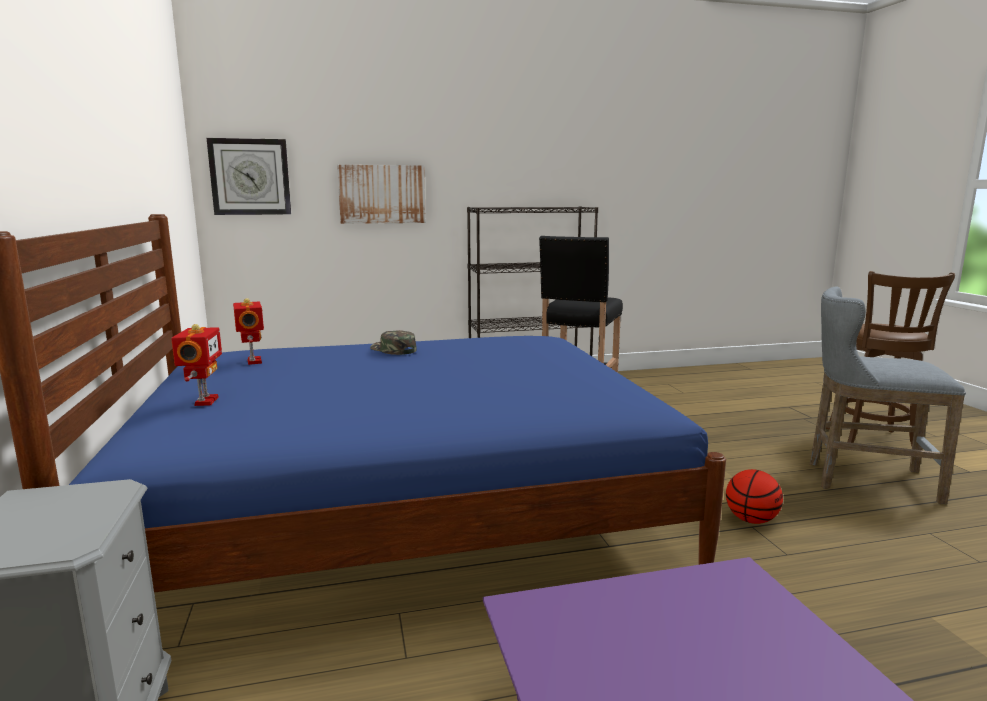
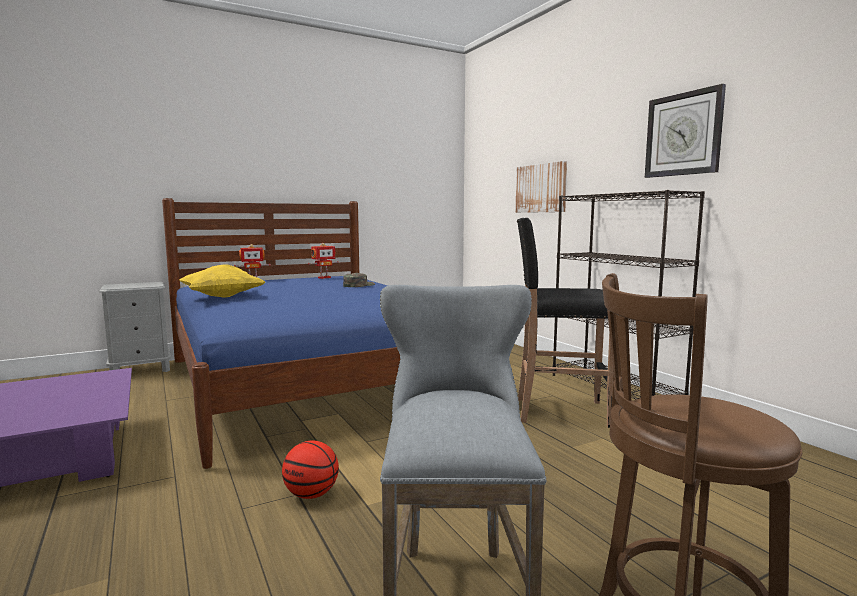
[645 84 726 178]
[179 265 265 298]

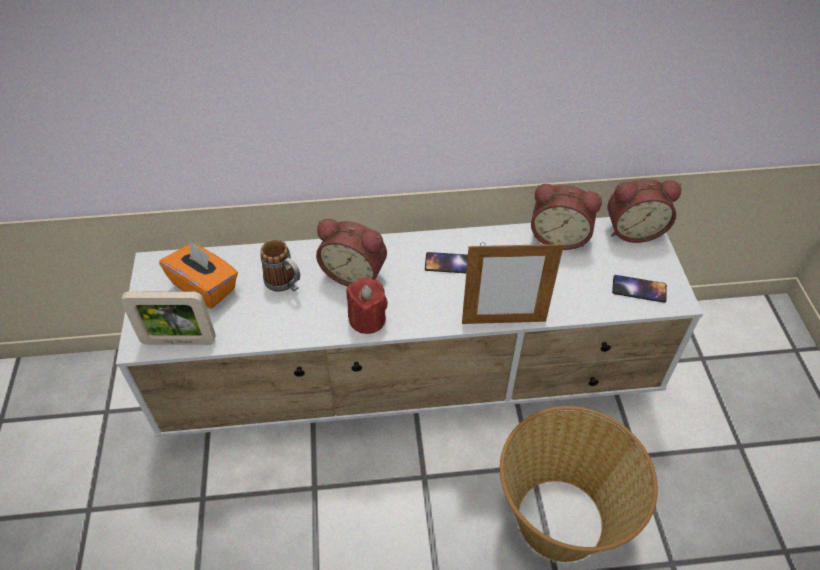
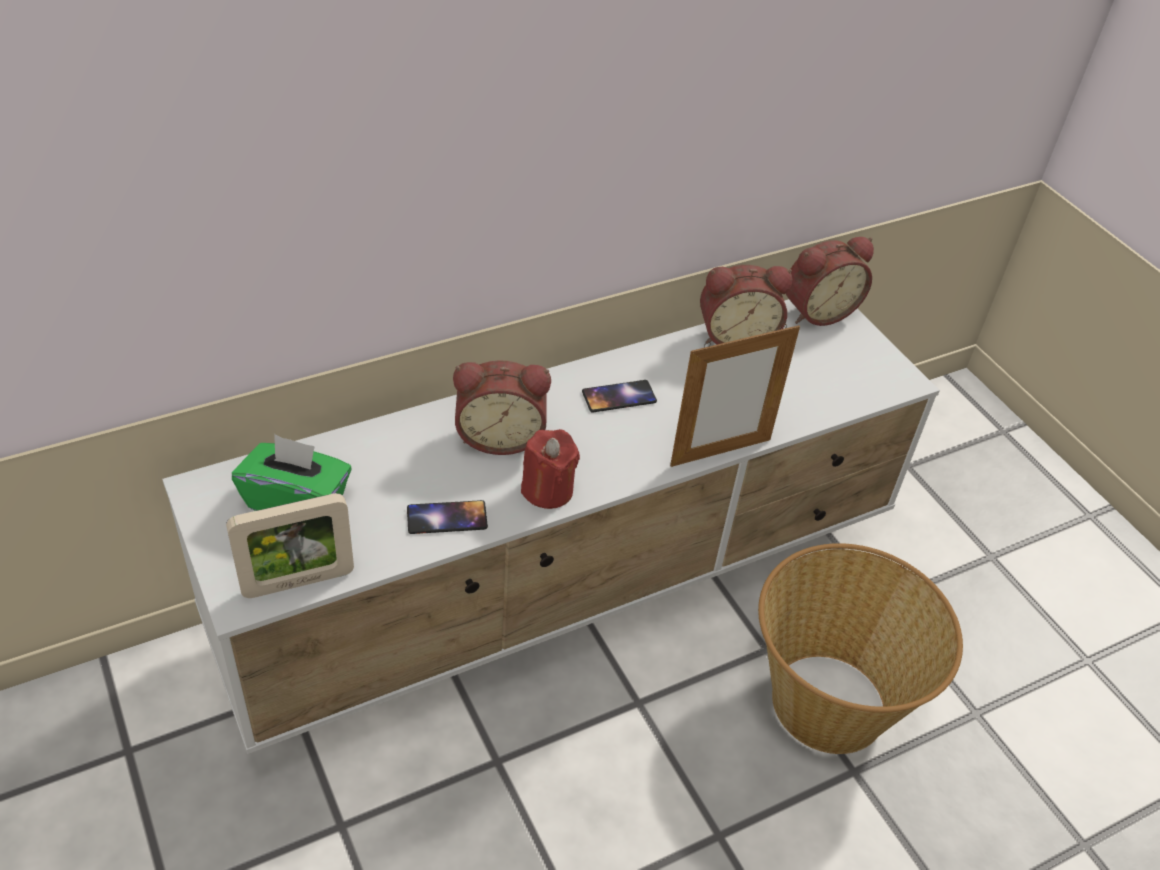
[260 239 300 292] (first image)
[232 434 352 511]
[407 500 488 534]

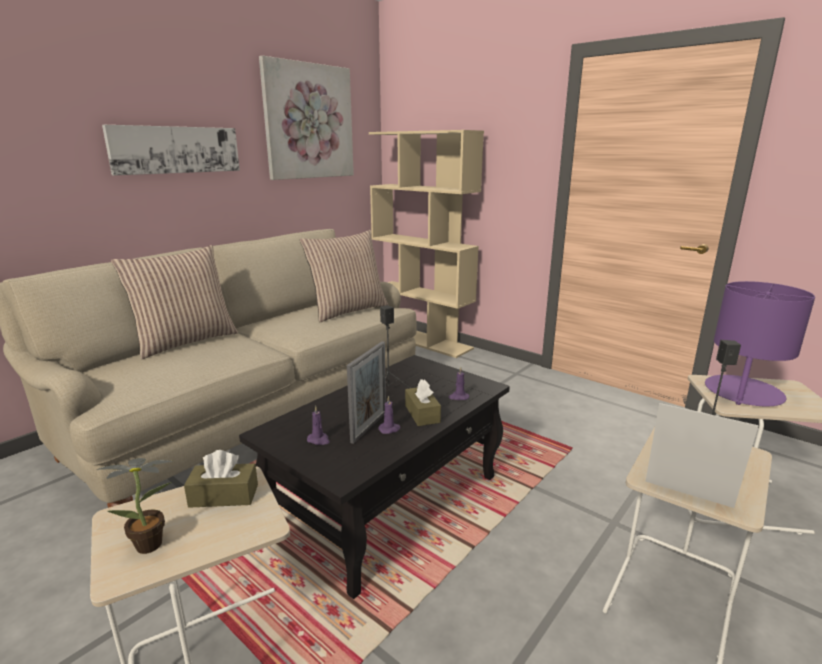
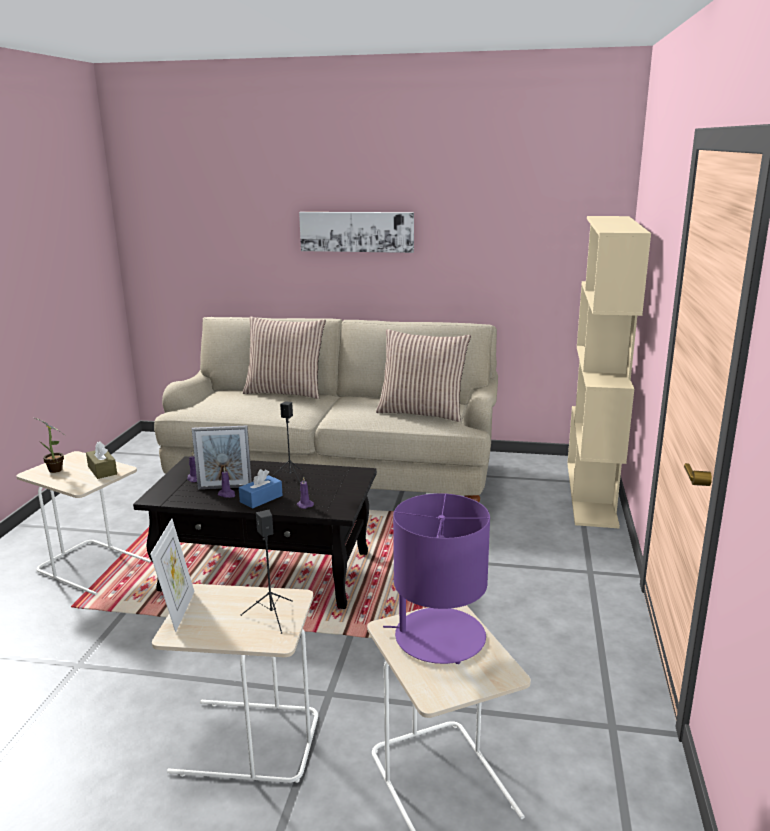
[259 55 354 180] (first image)
[239 469 283 509]

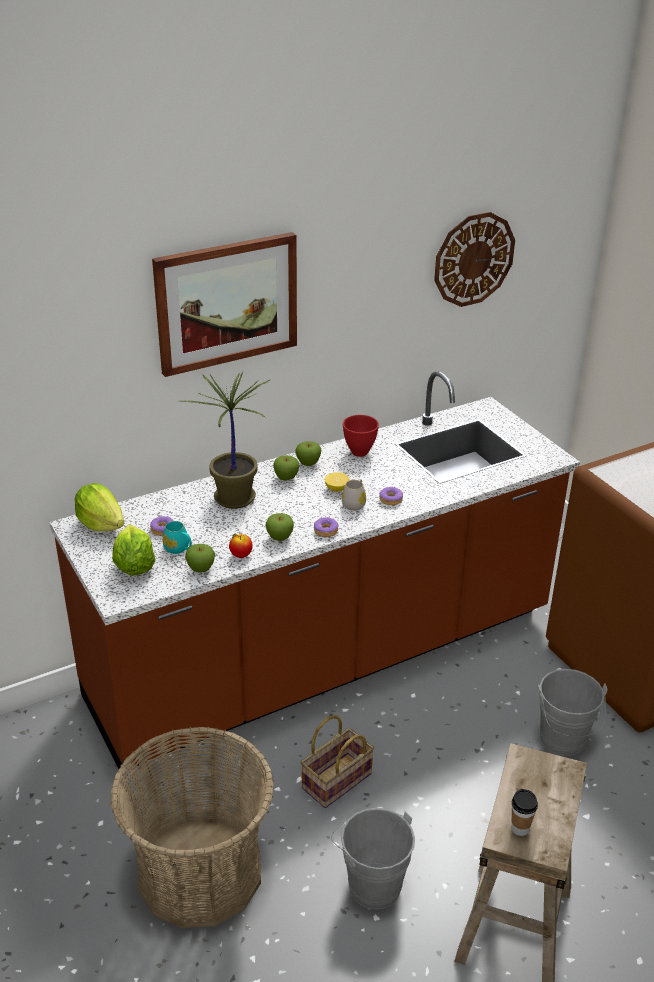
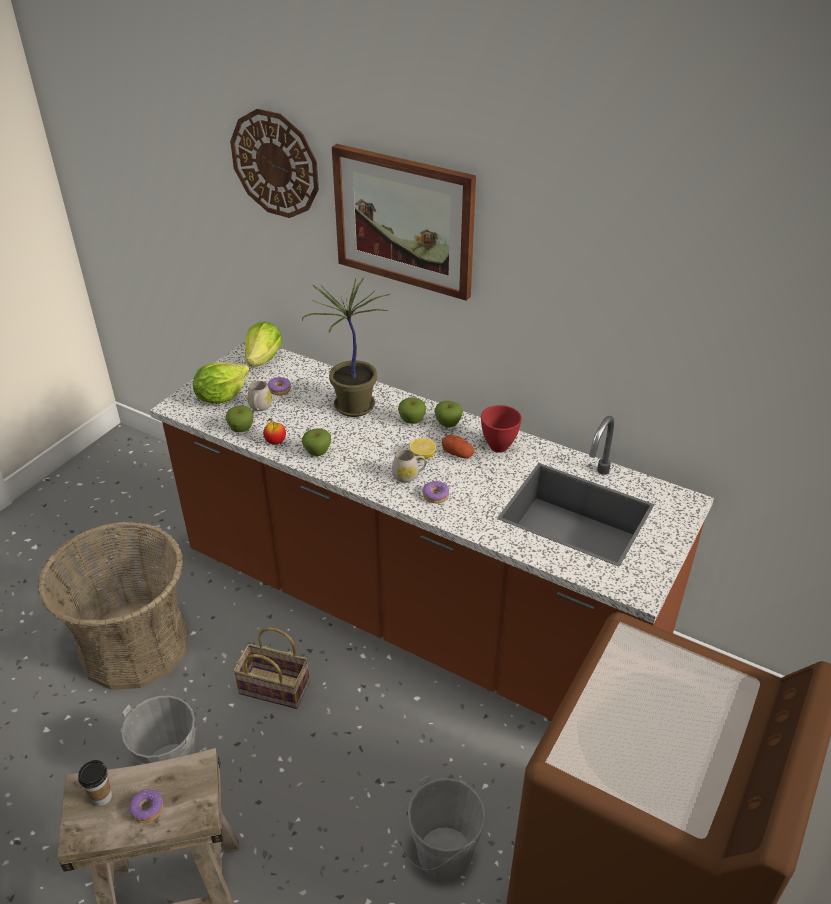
[230 109 319 218]
[129 789 163 823]
[248 381 272 411]
[442 435 475 458]

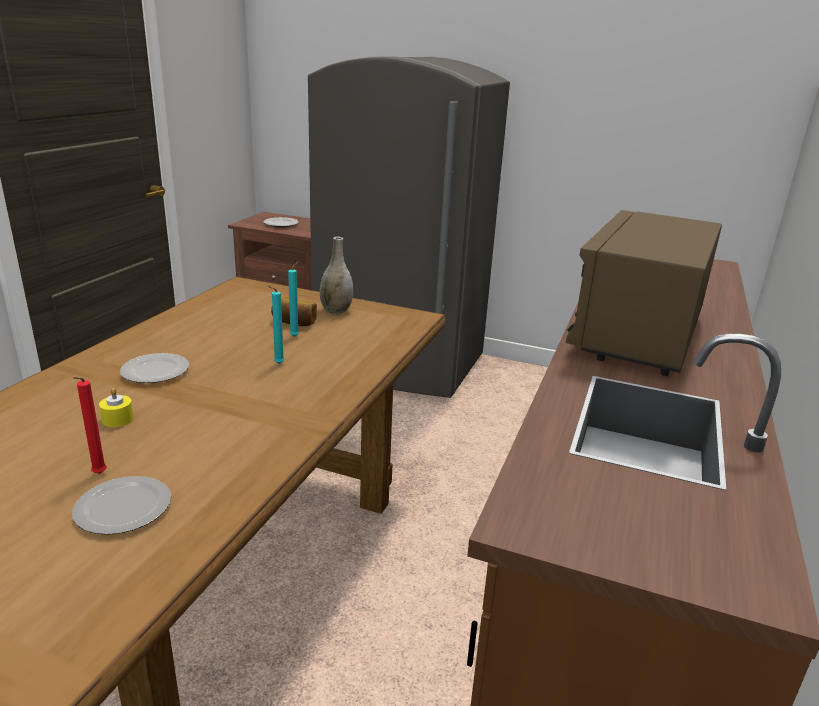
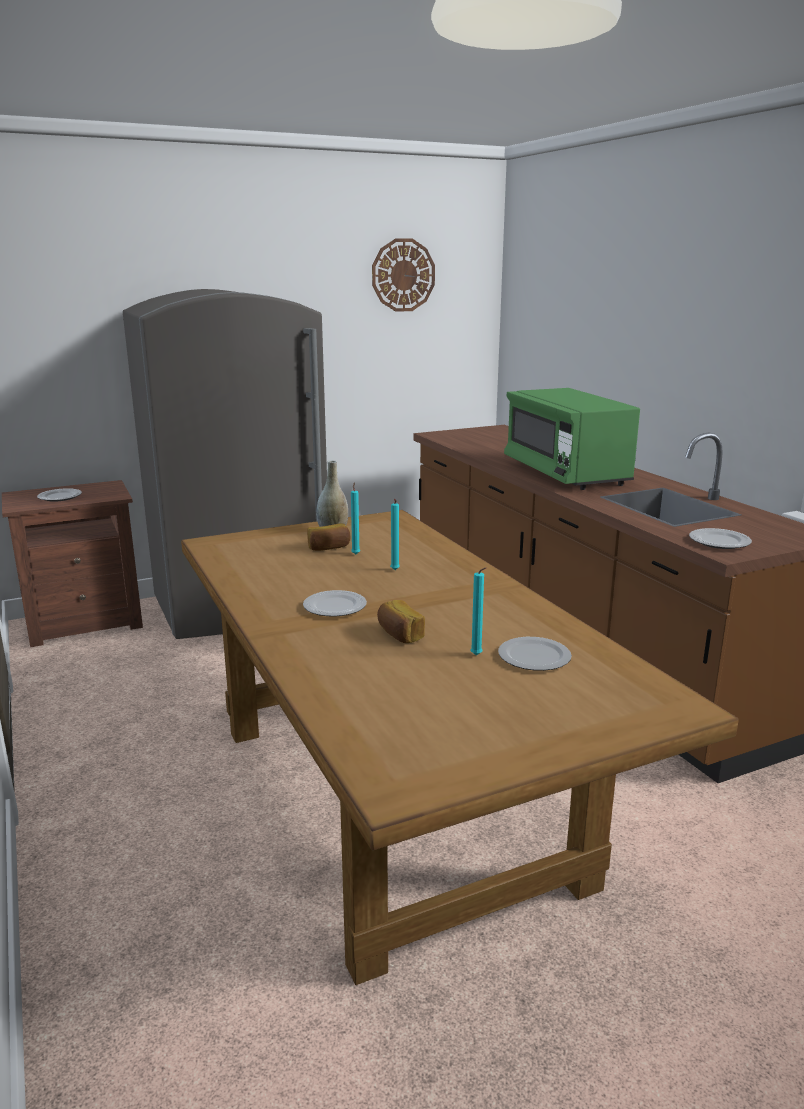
[504 388 640 490]
[470 567 486 655]
[377 600 425 643]
[372 238 435 312]
[689 528 752 549]

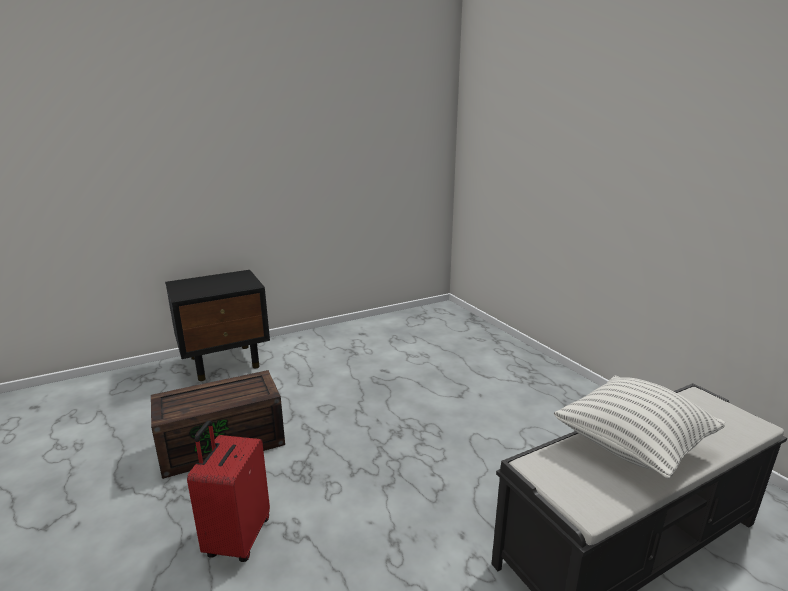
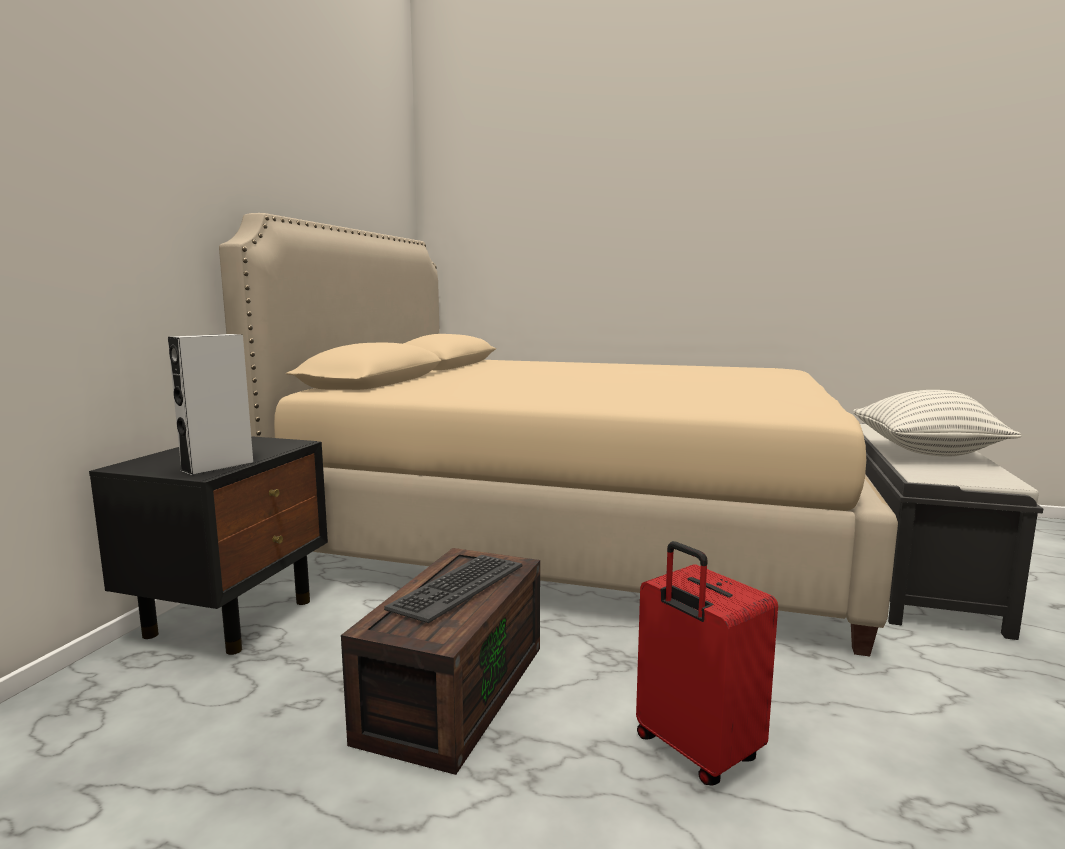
[219 213 898 657]
[168 334 253 476]
[384 555 522 623]

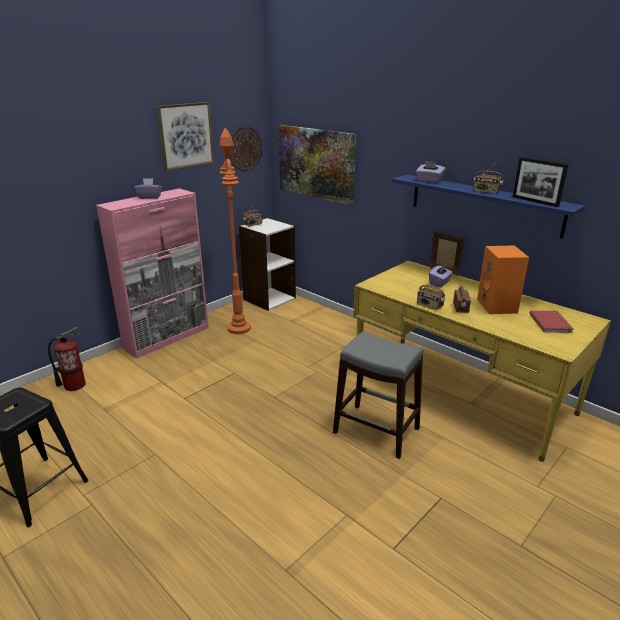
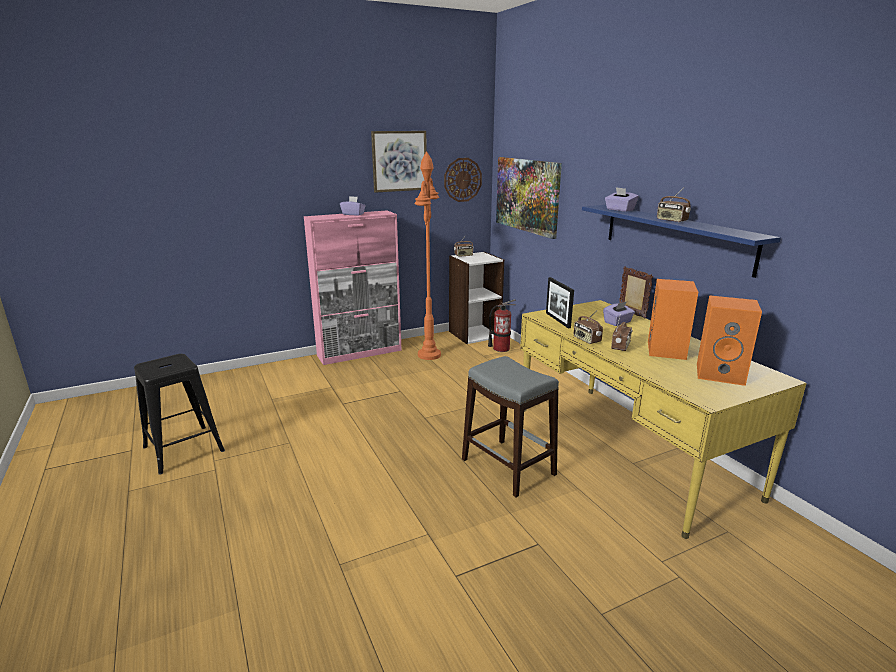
[546 277 574 328]
[697 295 762 386]
[488 299 516 352]

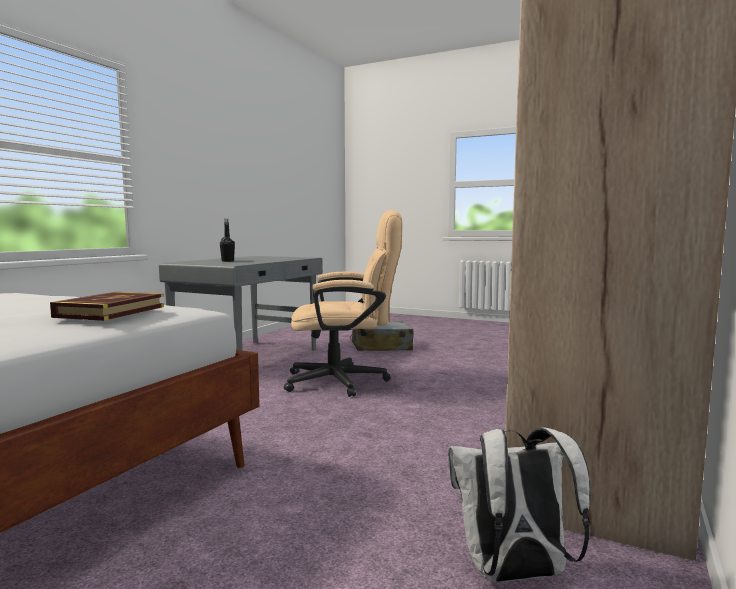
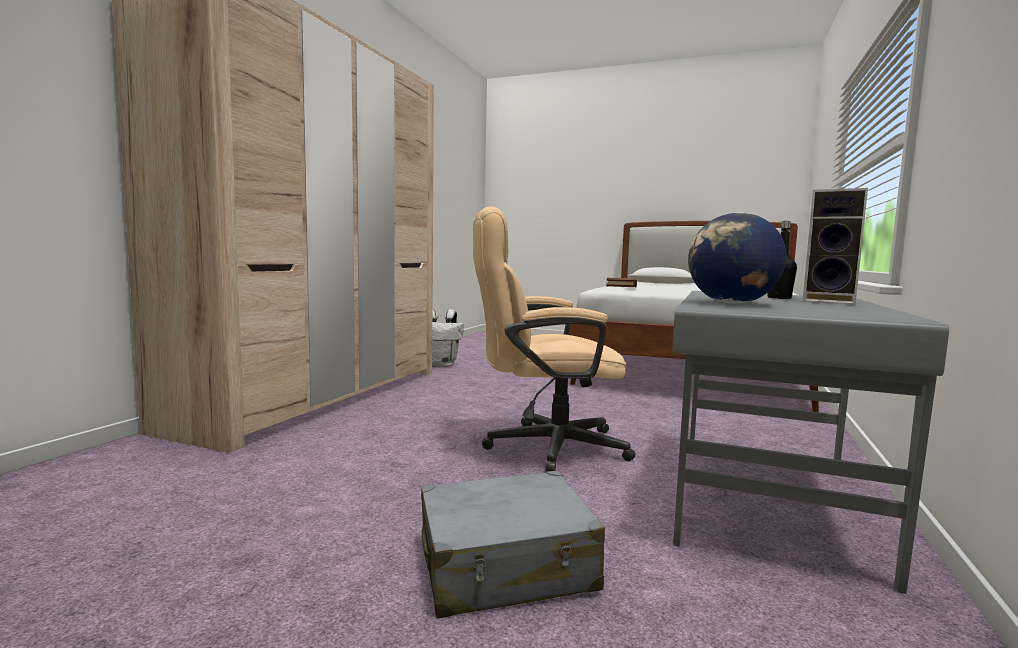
[802 188 868 305]
[688 212 786 304]

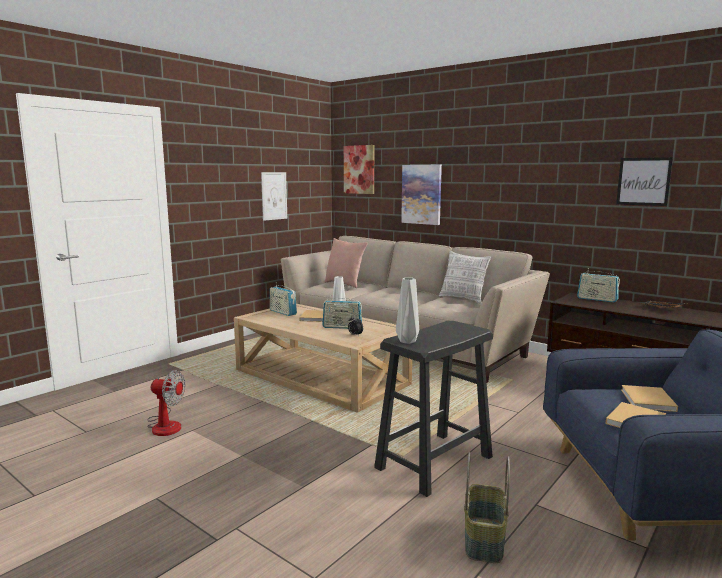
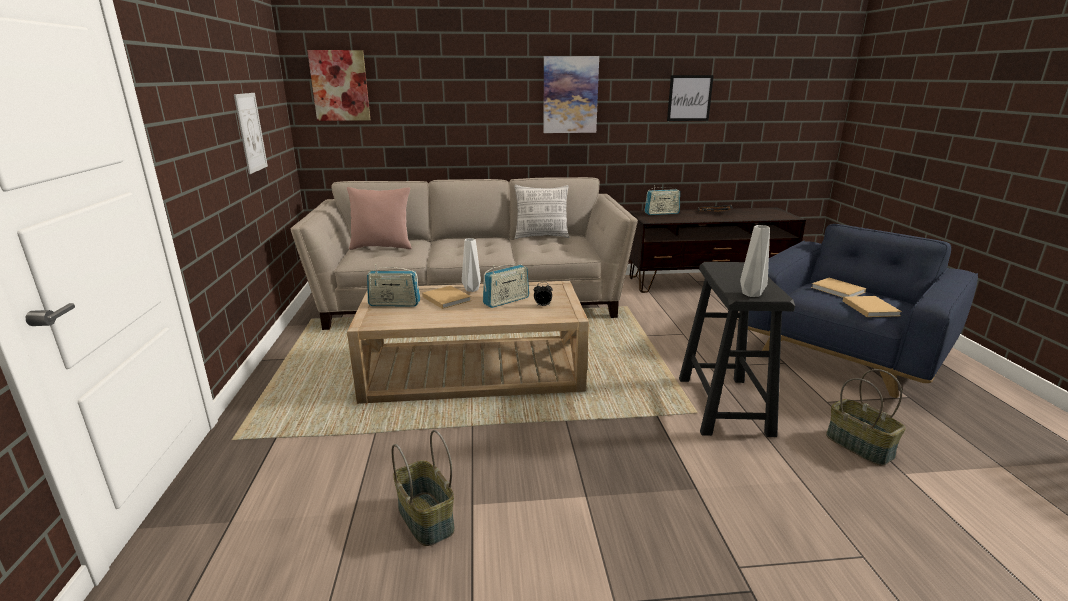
[543 56 599 133]
[392 430 455 546]

